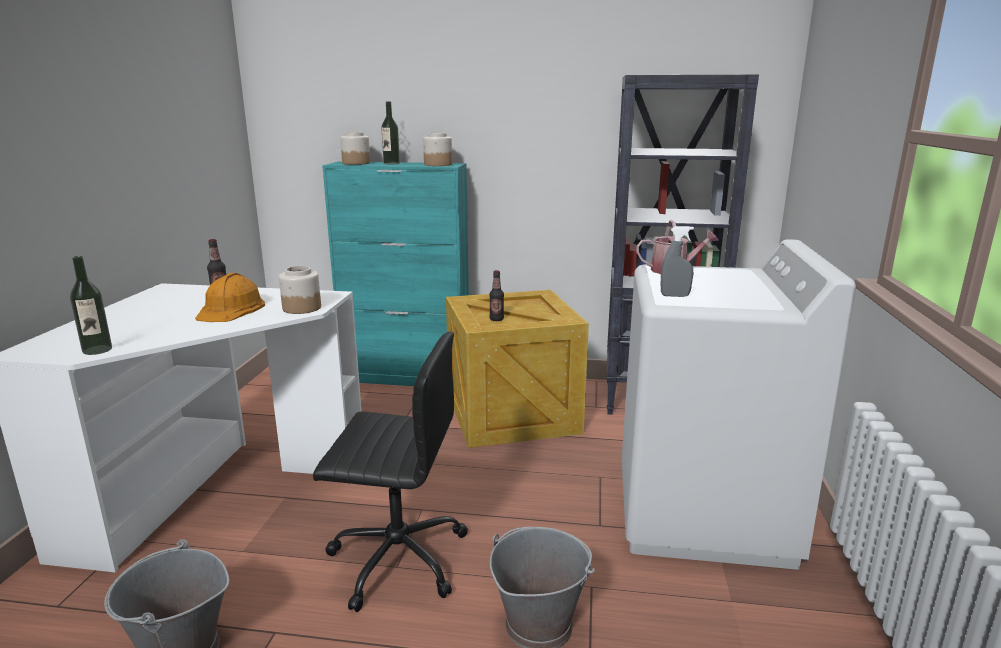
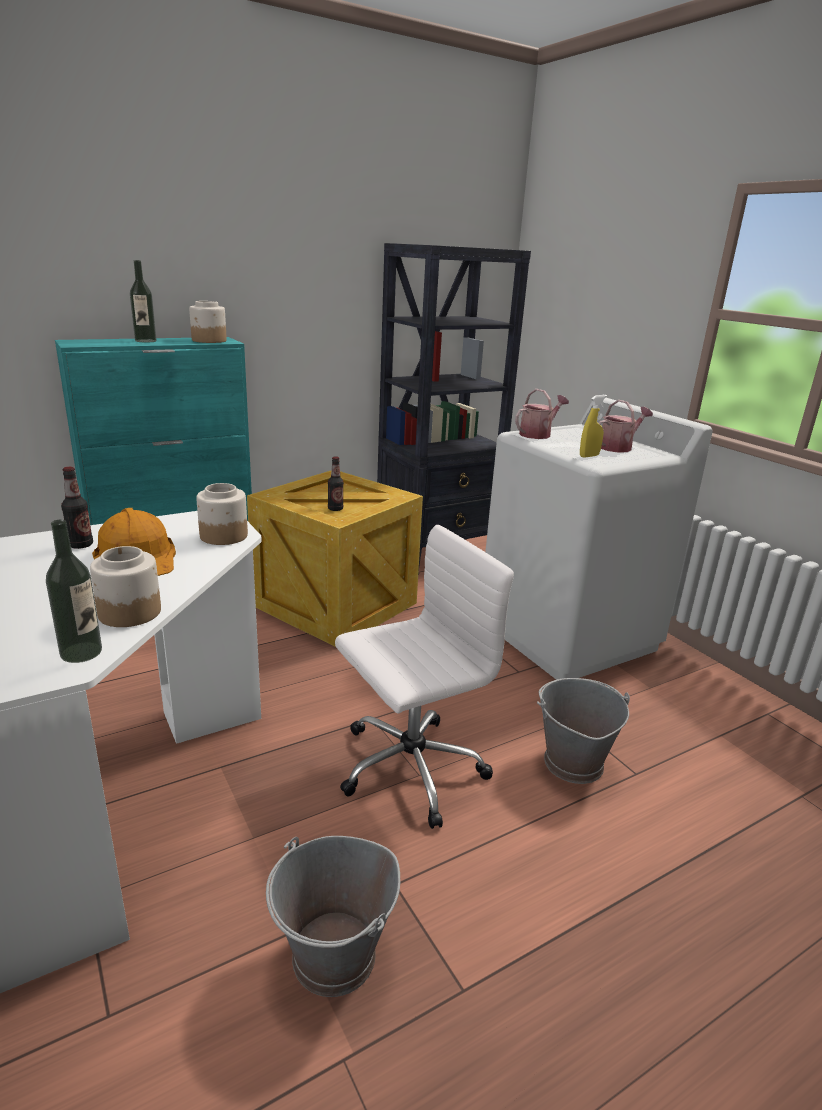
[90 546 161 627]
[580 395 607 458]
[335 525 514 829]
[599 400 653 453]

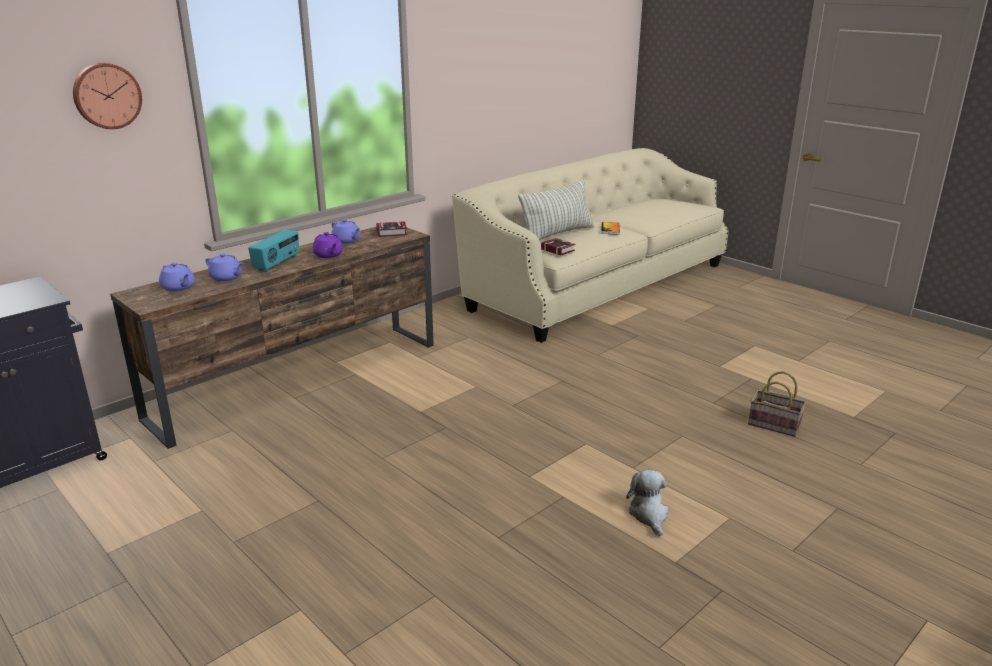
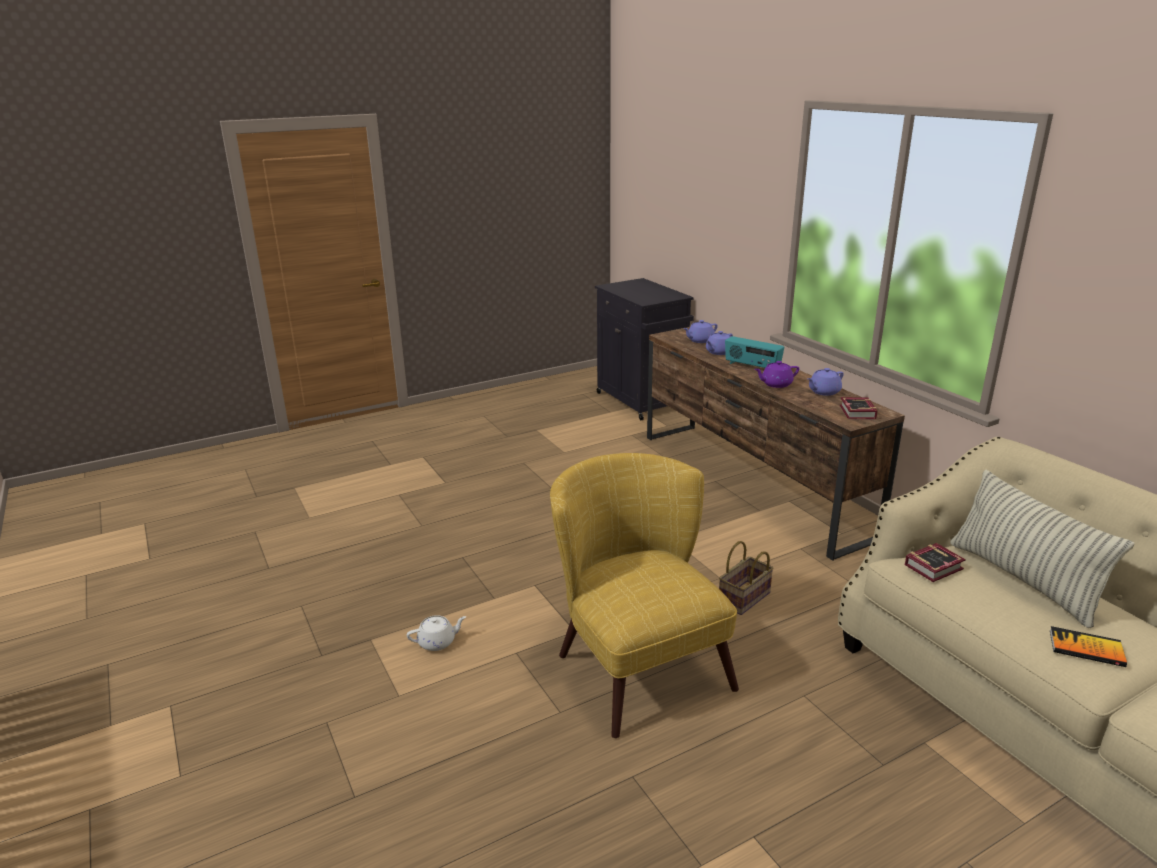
[73 63 142 129] (first image)
[719 541 774 615]
[407 615 466 651]
[550 453 739 738]

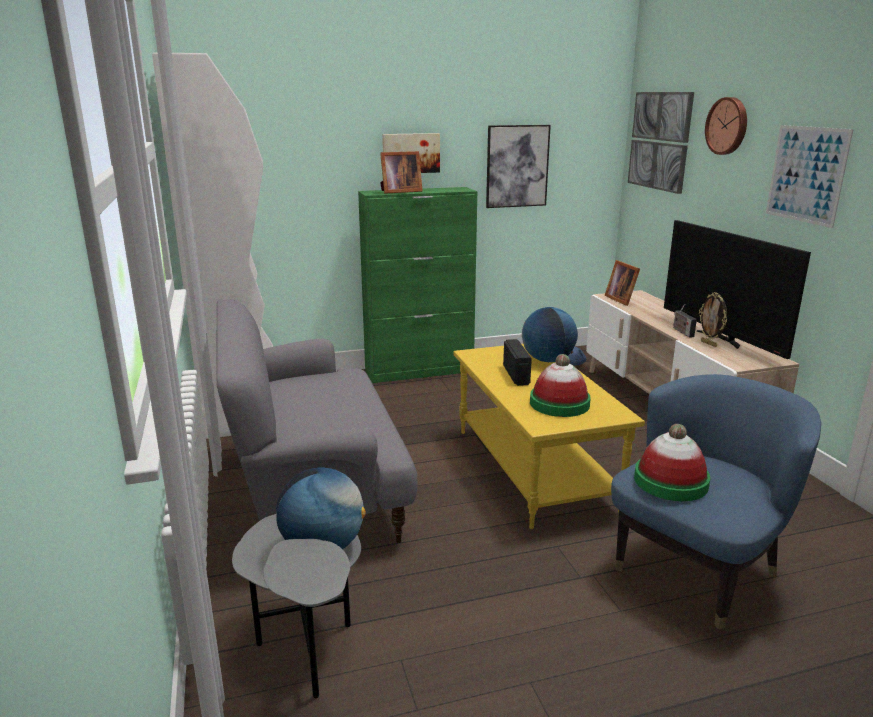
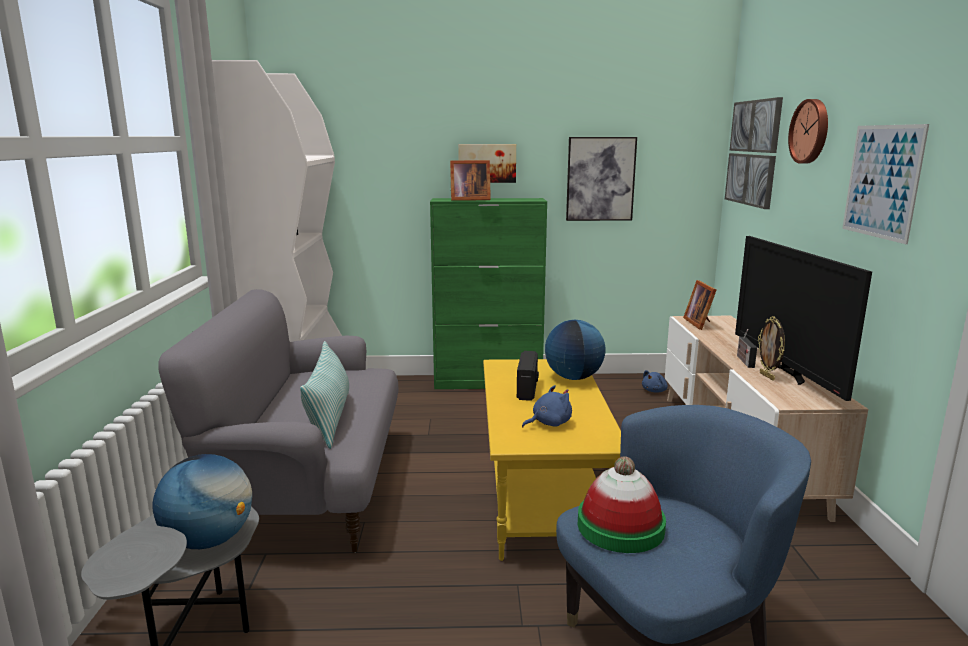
[522 385 572 427]
[300 341 349 449]

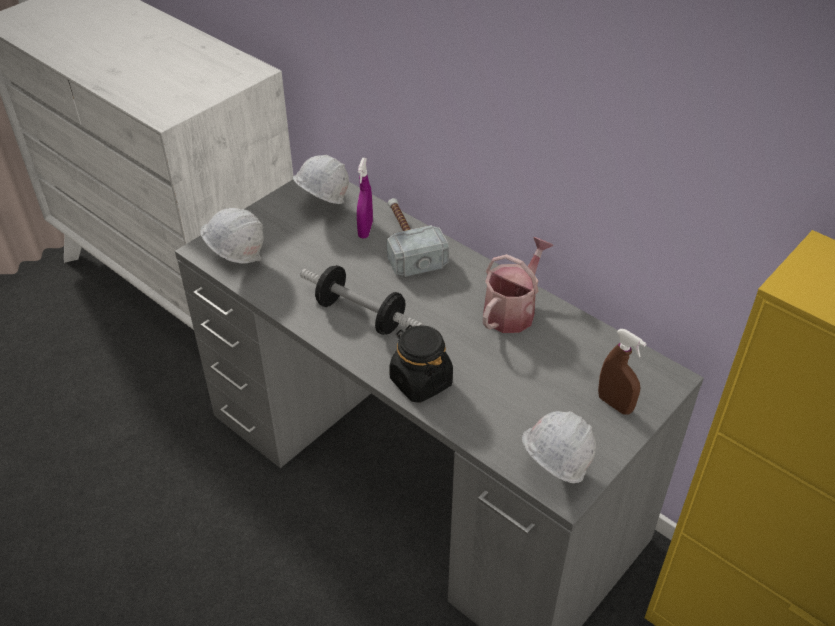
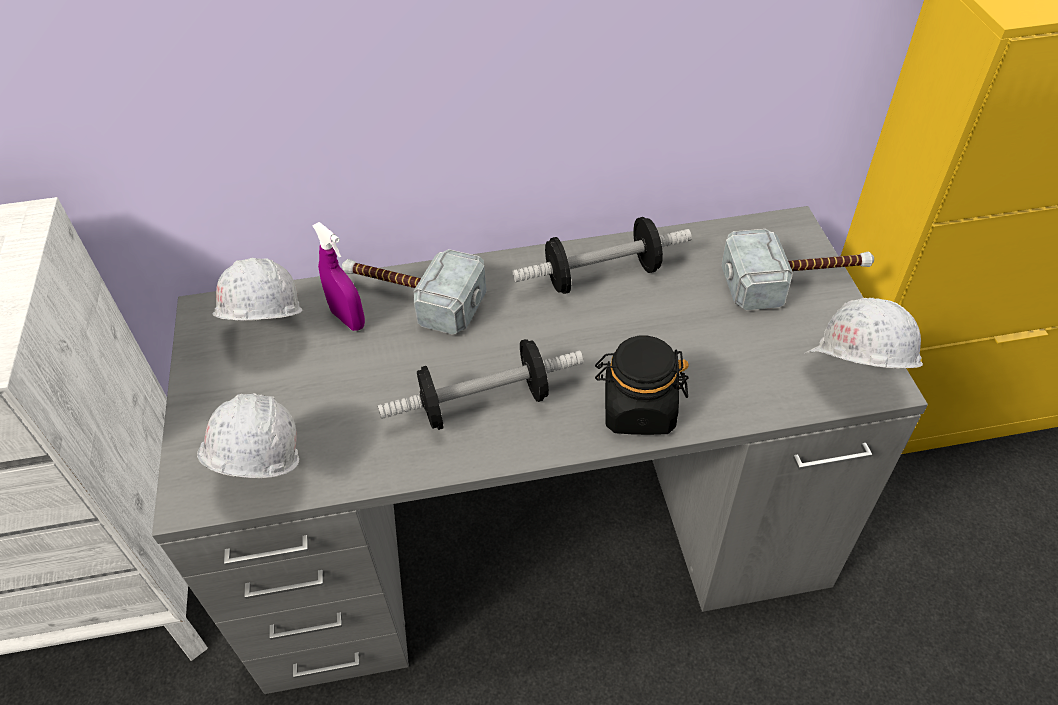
[513 217 692 294]
[721 229 874 310]

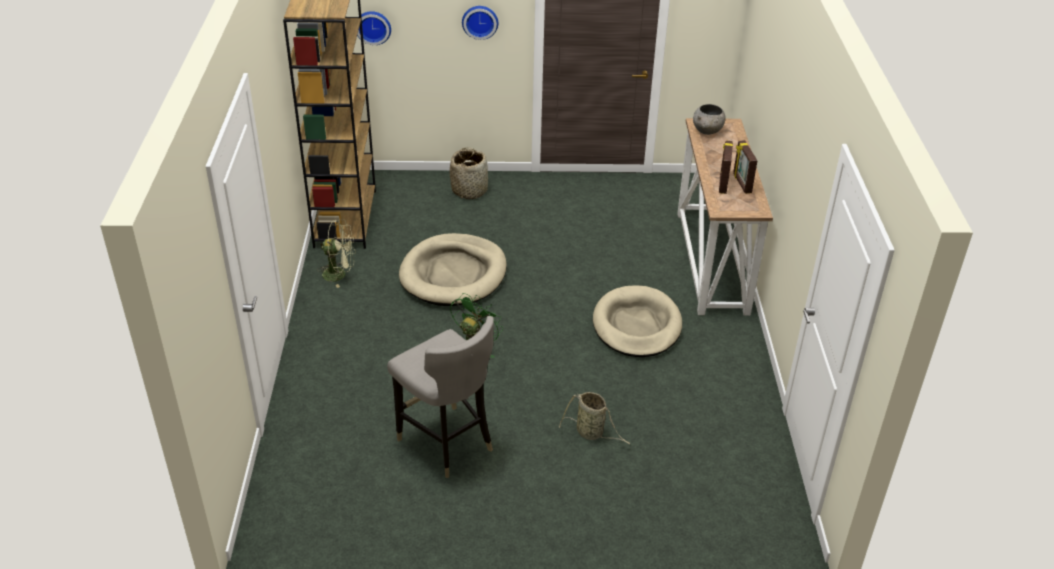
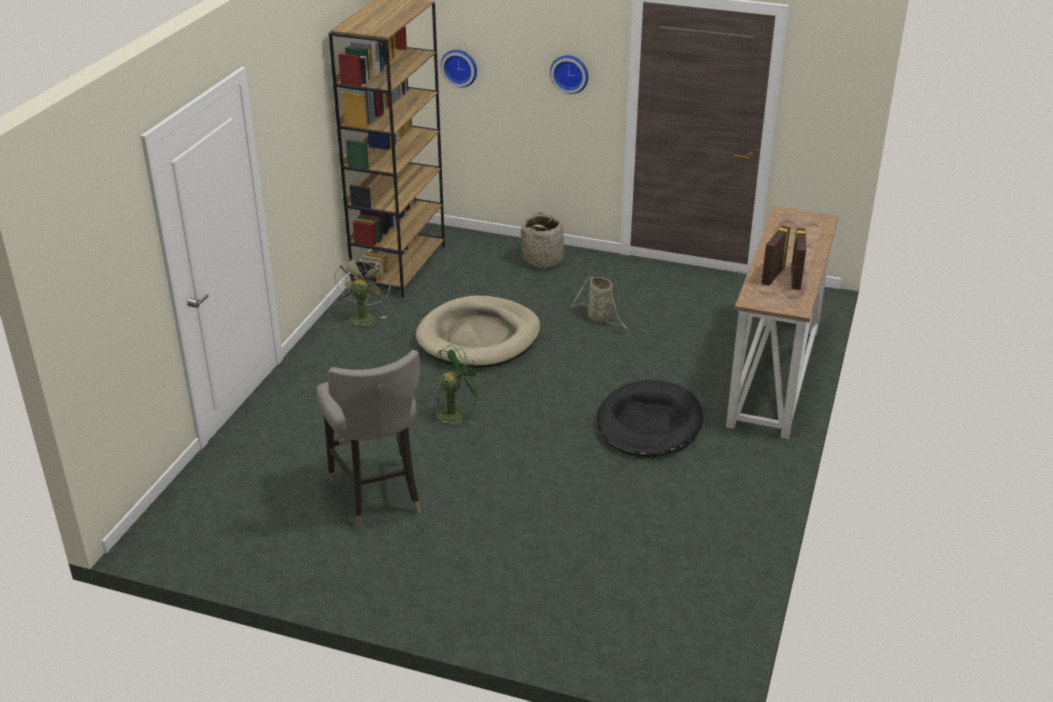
[693 104 726 135] (first image)
[334 255 391 331]
[597 380 703 457]
[571 276 628 329]

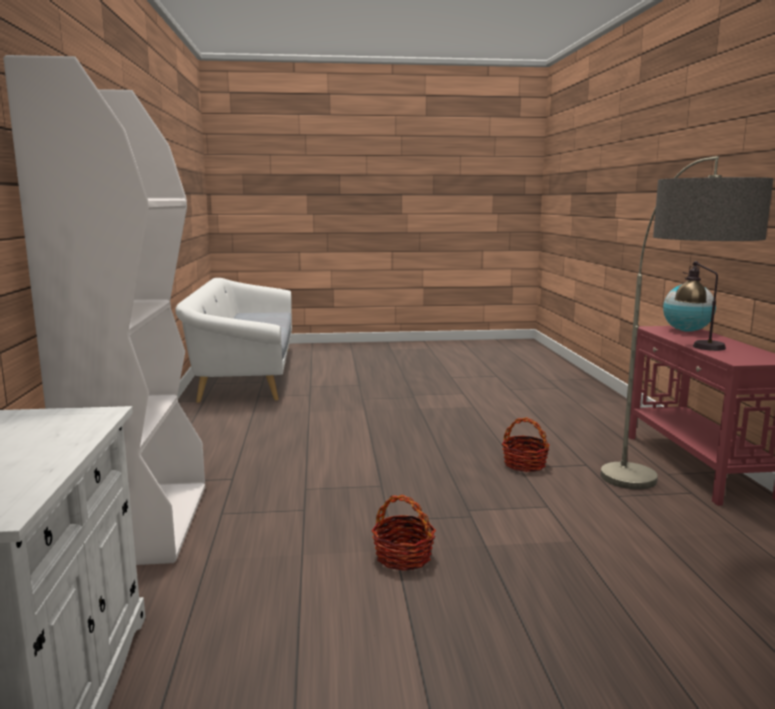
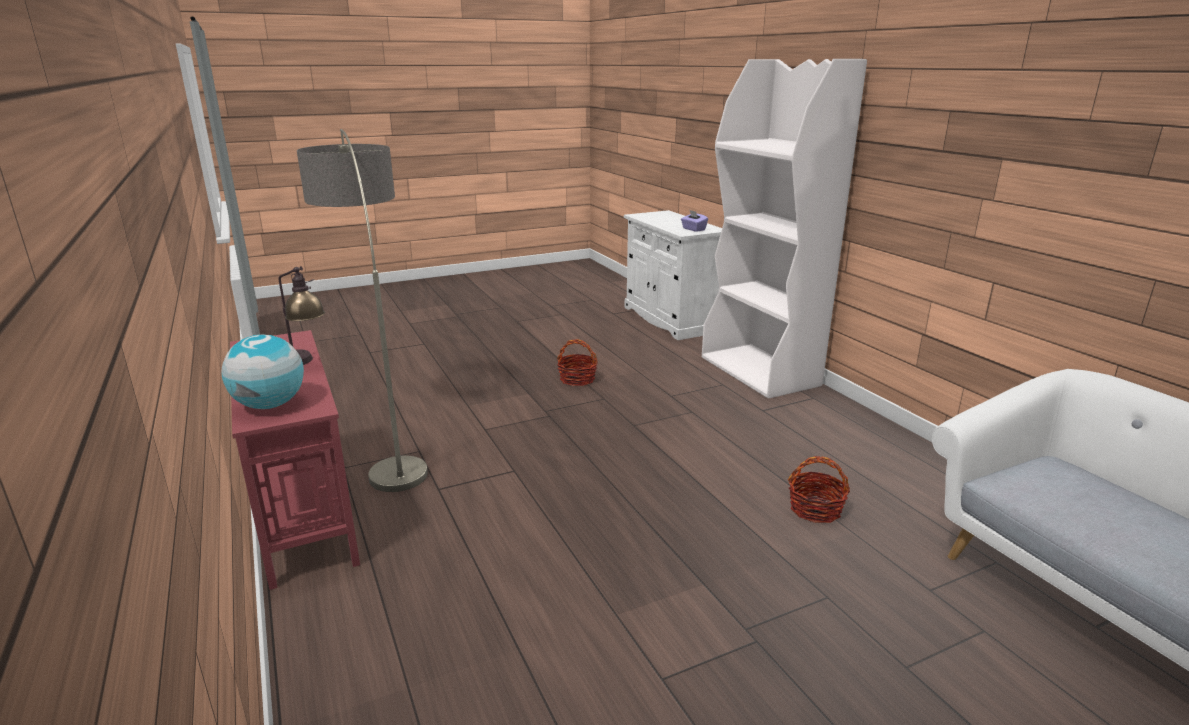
[788 456 850 523]
[681 210 708 232]

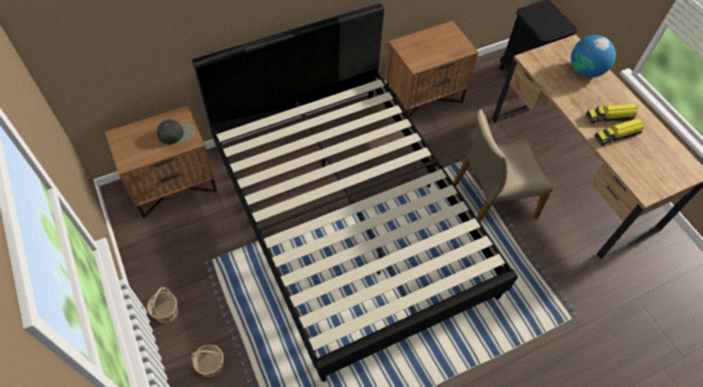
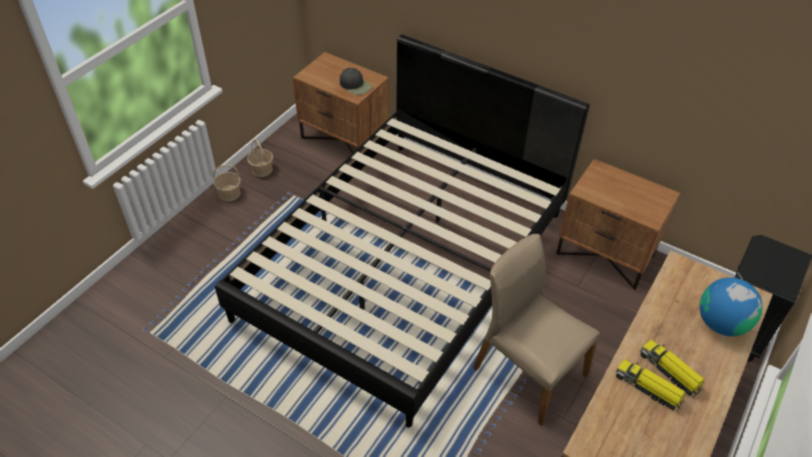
[247 139 273 177]

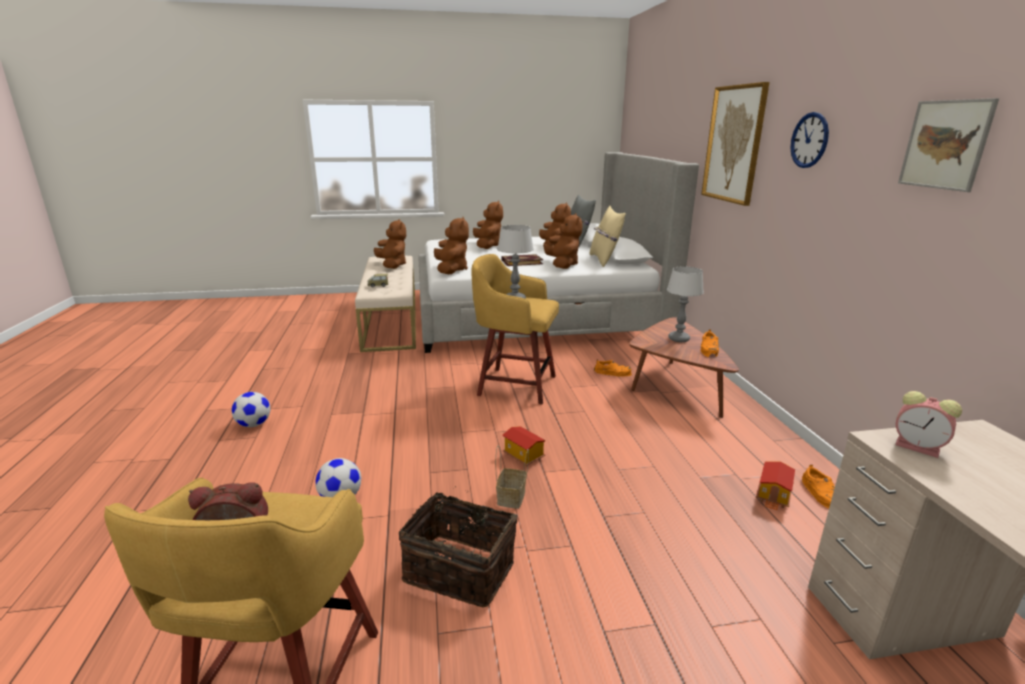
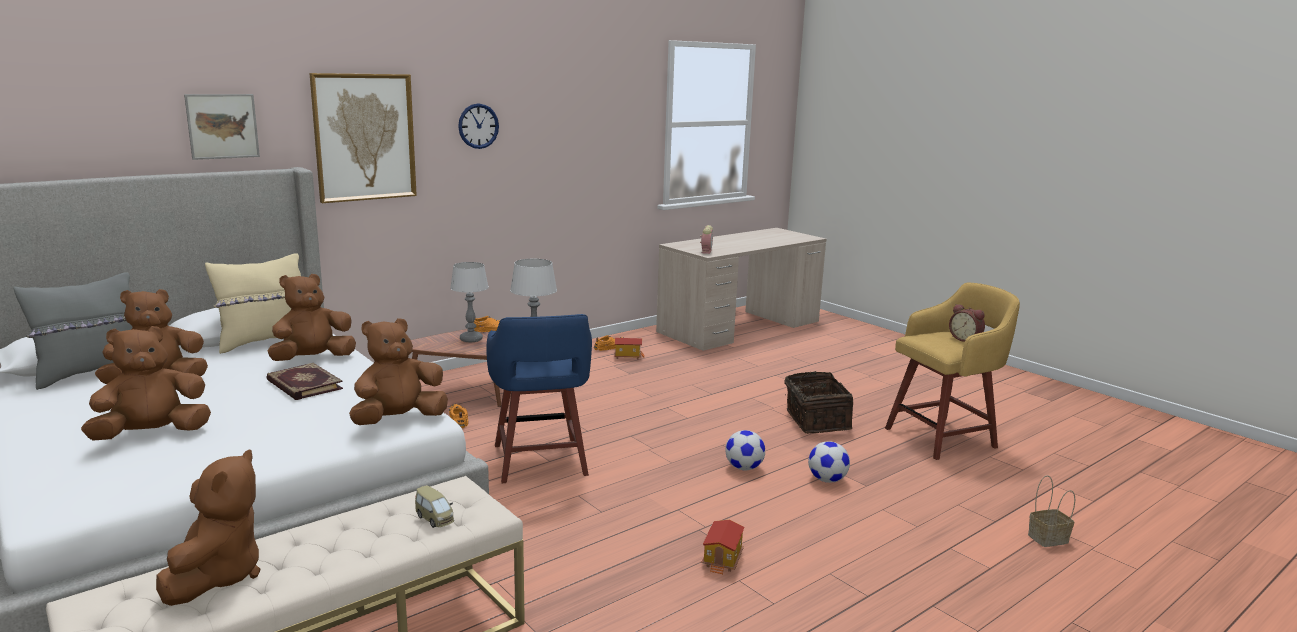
[184 94 260 160]
[156 449 261 606]
[486 314 592 483]
[726 430 765 471]
[701 520 745 575]
[1028 475 1075 547]

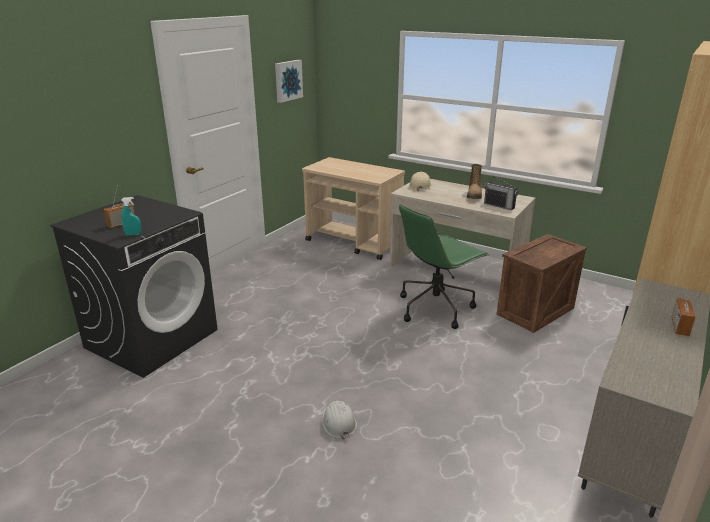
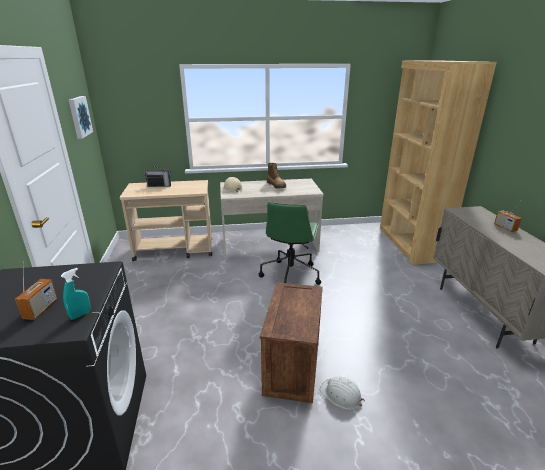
[144 164 171 187]
[260 282 323 403]

